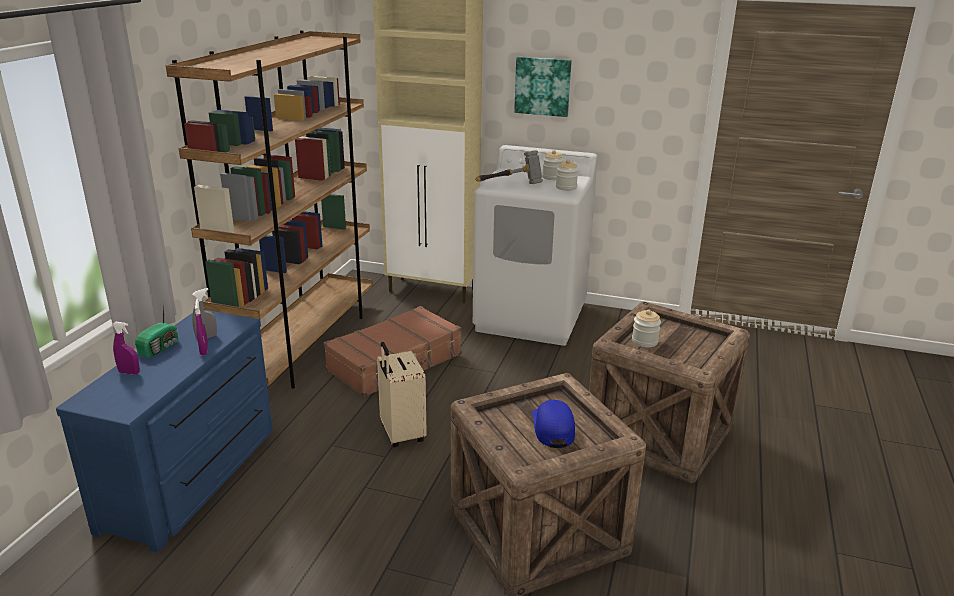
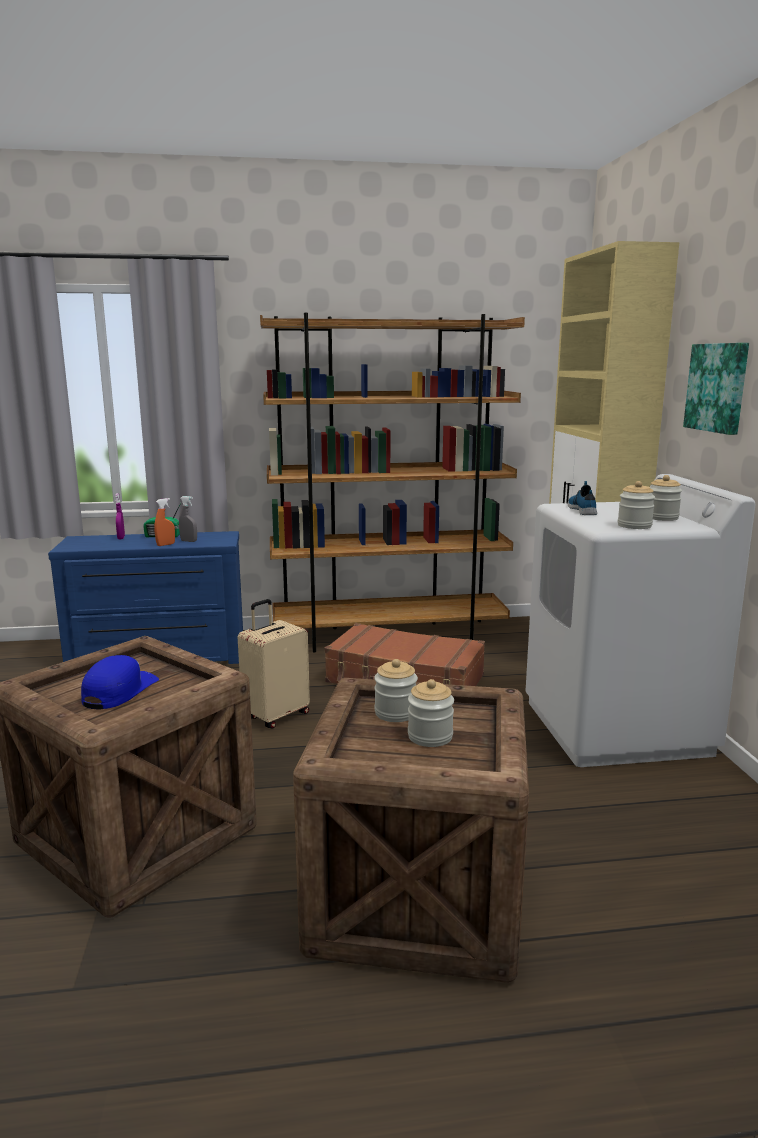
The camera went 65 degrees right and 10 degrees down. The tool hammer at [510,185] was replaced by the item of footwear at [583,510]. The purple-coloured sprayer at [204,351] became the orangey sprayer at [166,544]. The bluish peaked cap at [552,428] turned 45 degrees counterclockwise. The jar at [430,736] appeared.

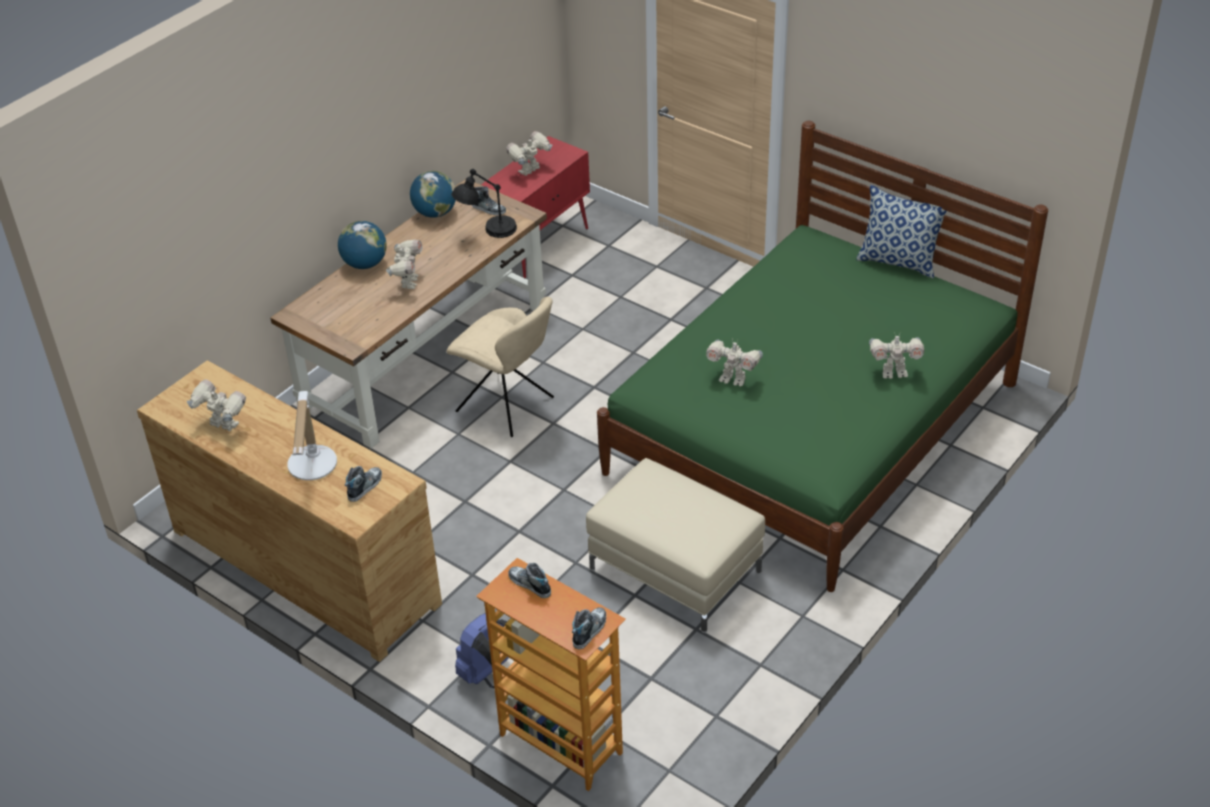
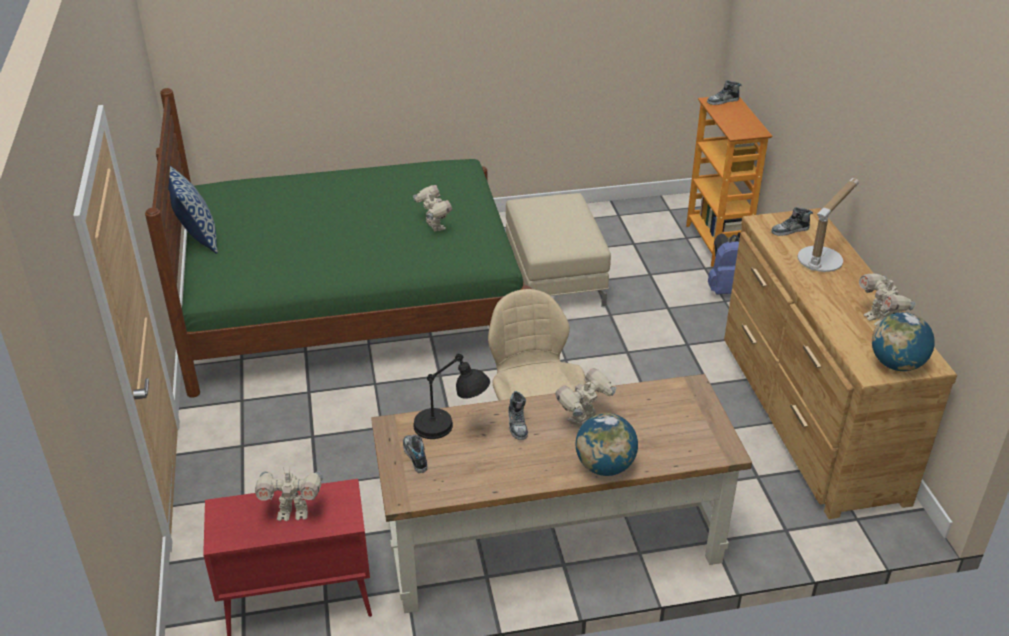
The camera went 140 degrees left and 5 degrees down. The world globe moved from [435,213] to [896,364]. The toy robot at [893,372] disappeared. The item of footwear moved from [529,584] to [517,424].

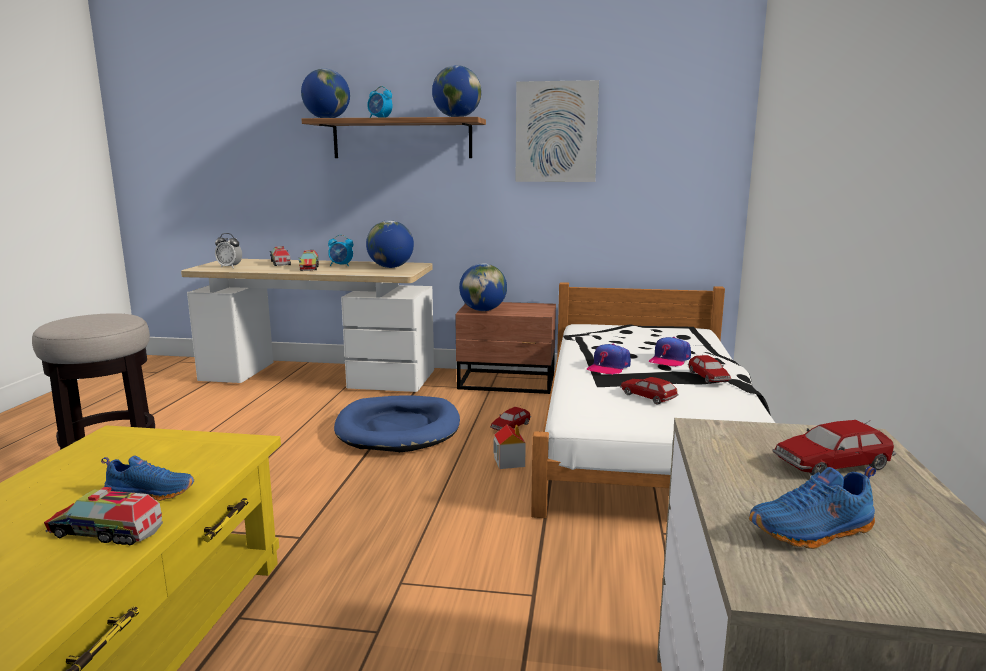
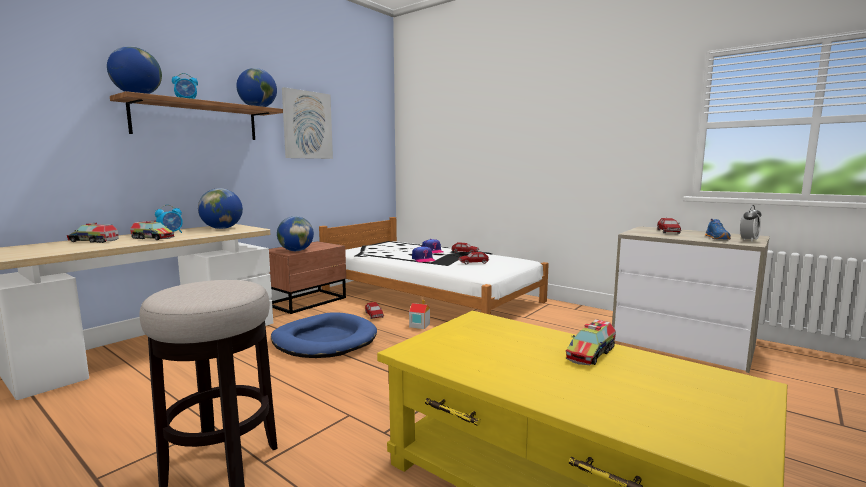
The camera went 60 degrees left and 5 degrees down. The bedside clock moved from [230,267] to [748,240]. The bluish item of footwear at [151,493] disappeared.

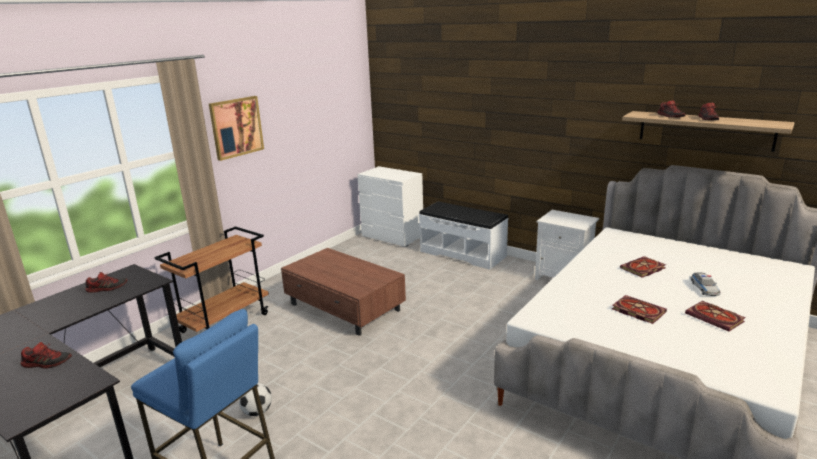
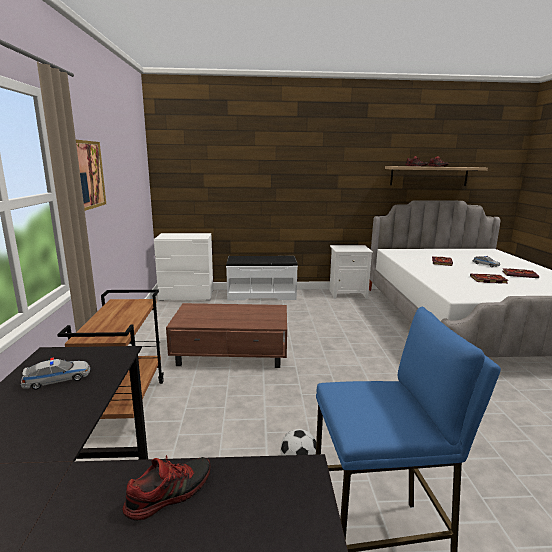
The camera went 40 degrees left and 5 degrees down. The item of footwear at [107,288] was replaced by the model car at [57,379].

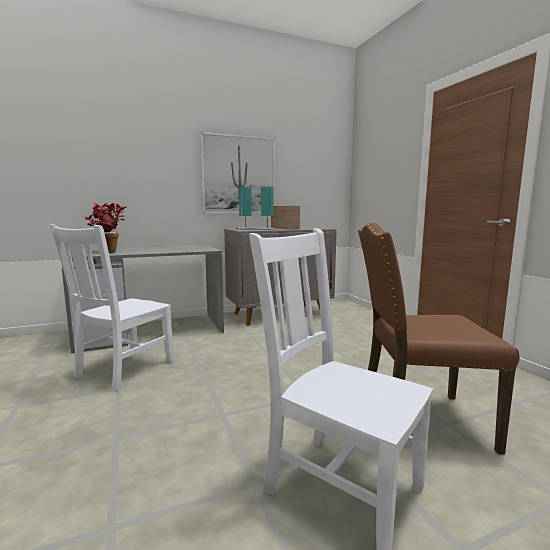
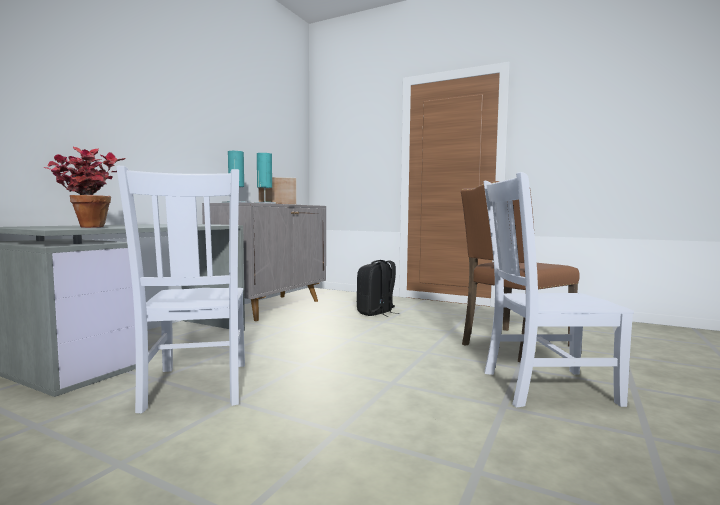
The camera went 40 degrees left and 5 degrees down. The wall art at [239,175] disappeared. The blackish backpack at [376,313] appeared.

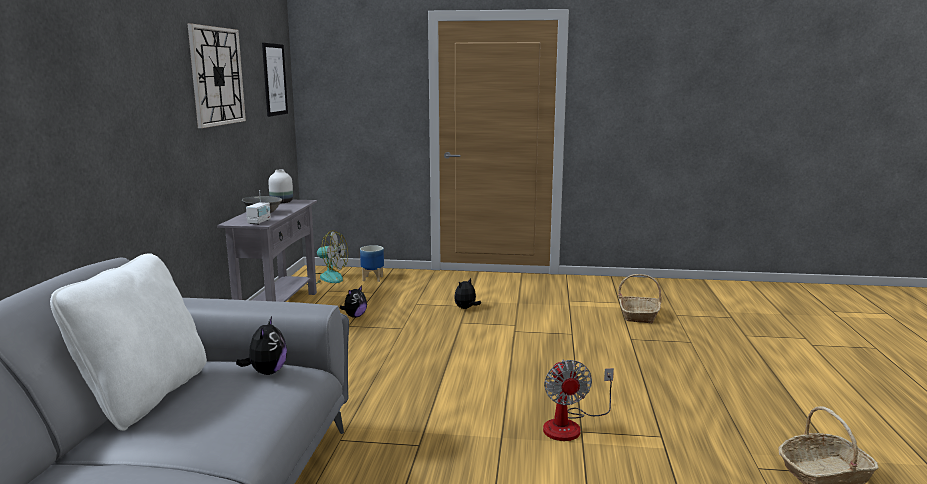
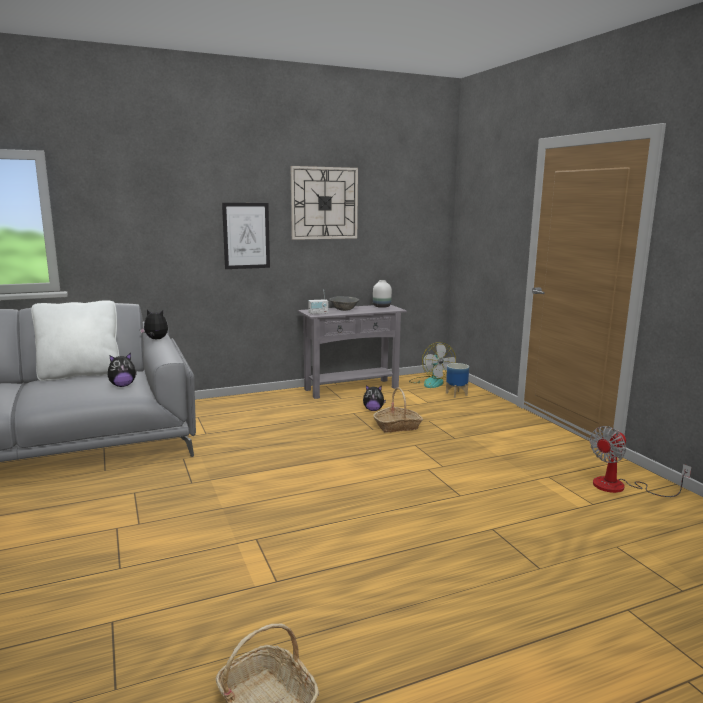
The camera went 60 degrees right and 0 degrees up. The wall art moved from [274,79] to [246,236]. The basket moved from [639,315] to [397,426]. The soft toy moved from [466,308] to [155,339]. The electric fan moved from [570,425] to [620,487].

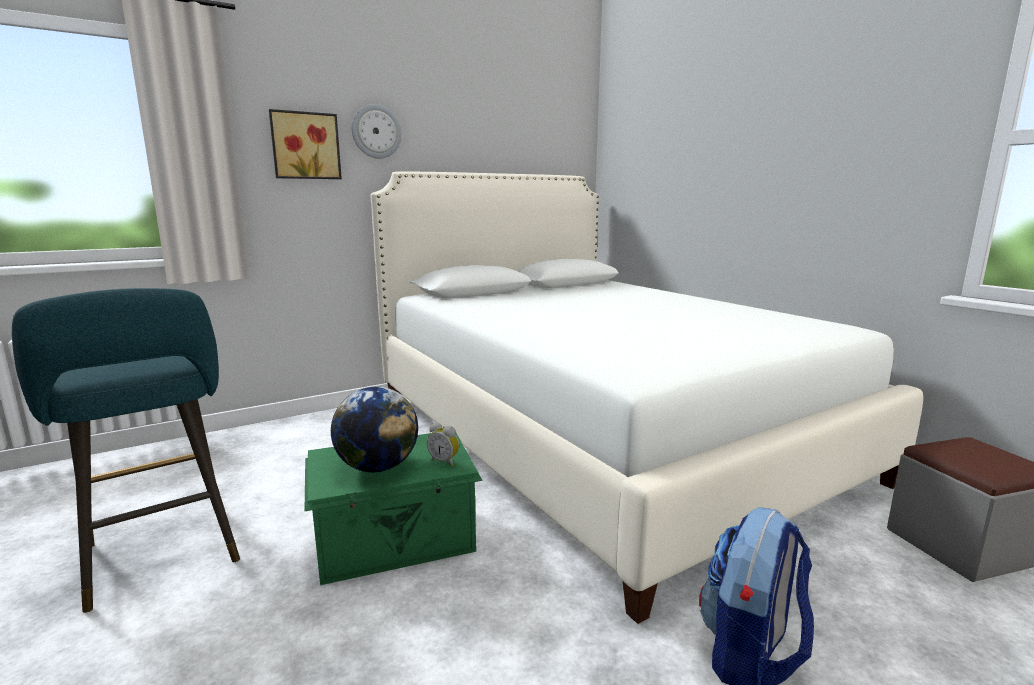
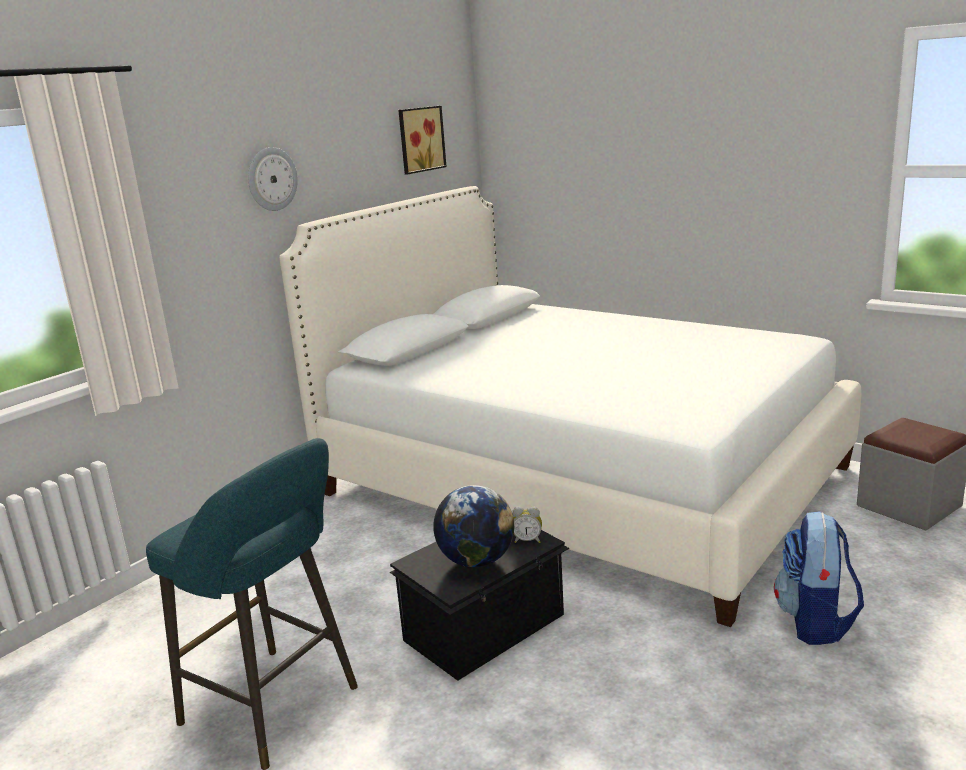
The camera went 20 degrees left and 5 degrees up. The wall art moved from [305,146] to [419,139]. The green storage bin at [396,542] became the blackish storage bin at [486,628].

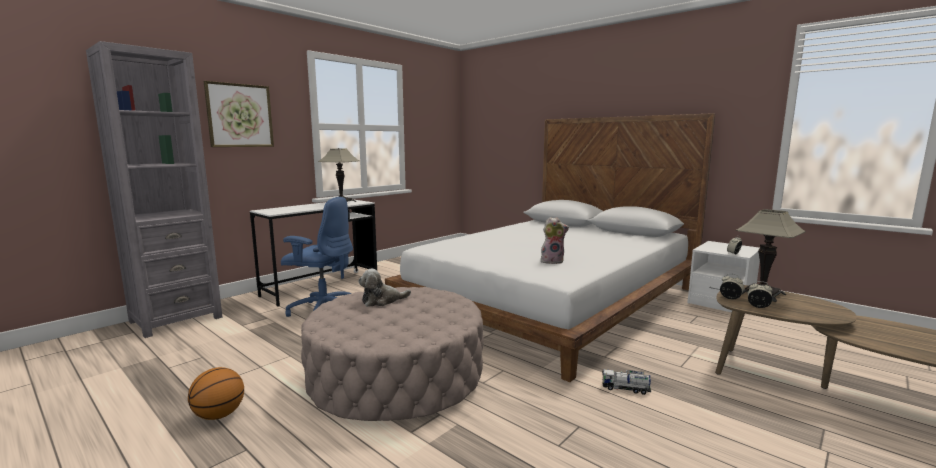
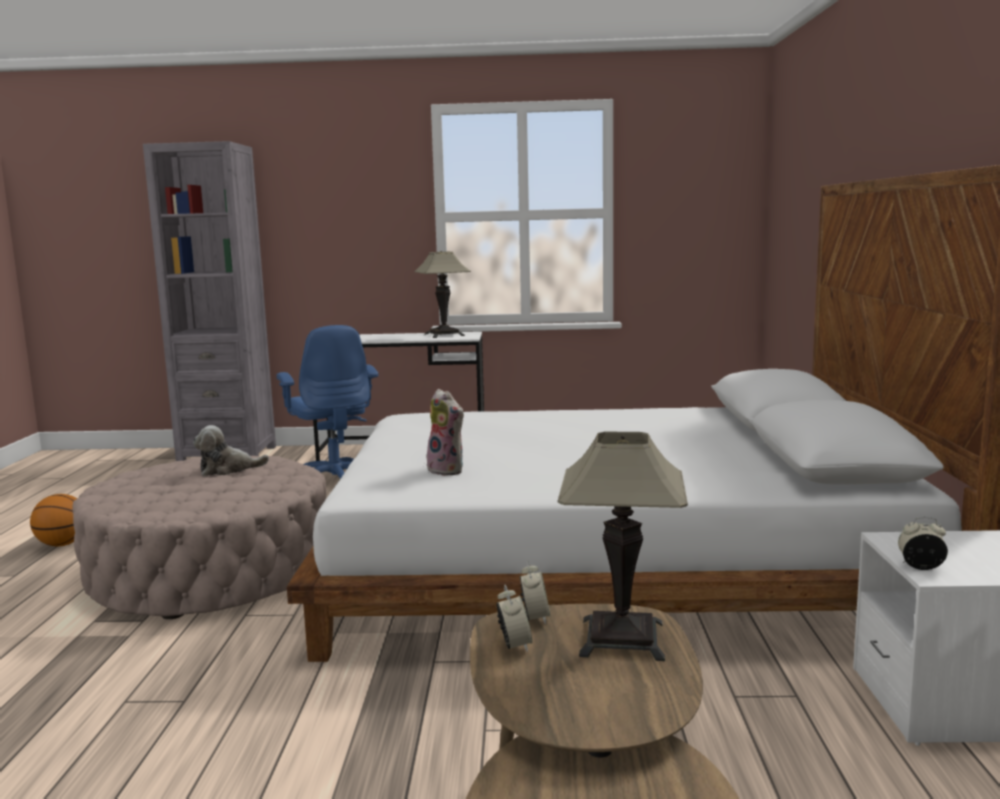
The camera went 50 degrees right and 0 degrees up. The wall art at [240,115] disappeared. The soft toy at [382,301] turned 45 degrees counterclockwise. The model truck at [625,389] disappeared.

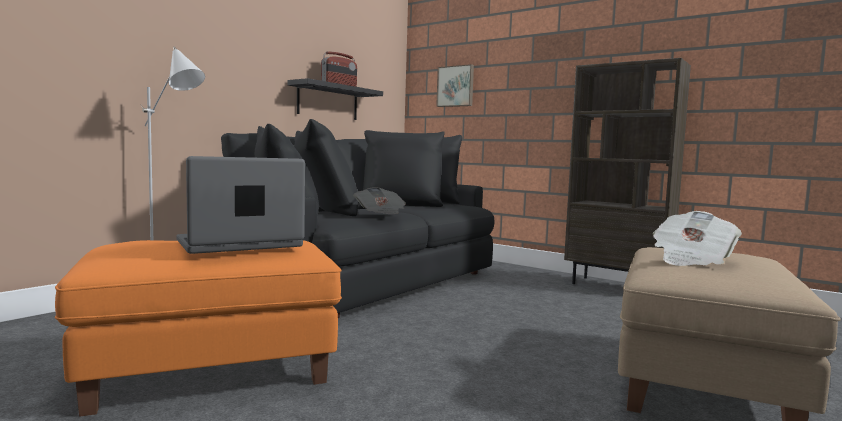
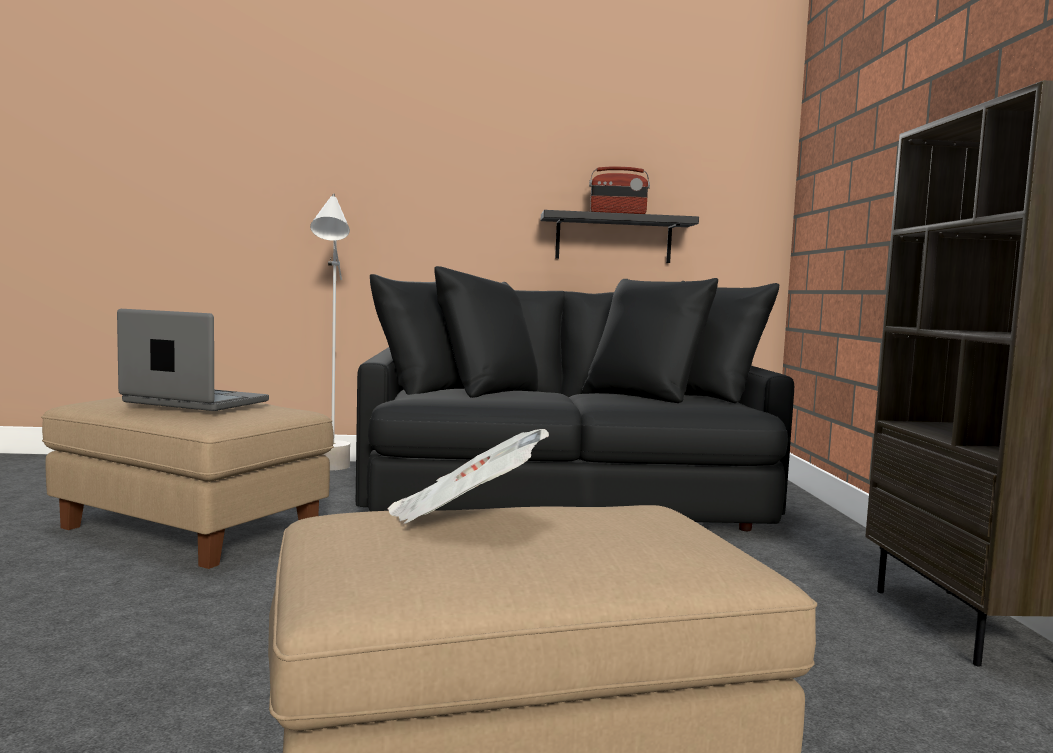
The camera went 50 degrees right and 0 degrees up. The wall art at [456,86] disappeared. The printed paper at [380,216] disappeared. The orangey footrest at [210,370] became the beige-coloured footrest at [189,529].

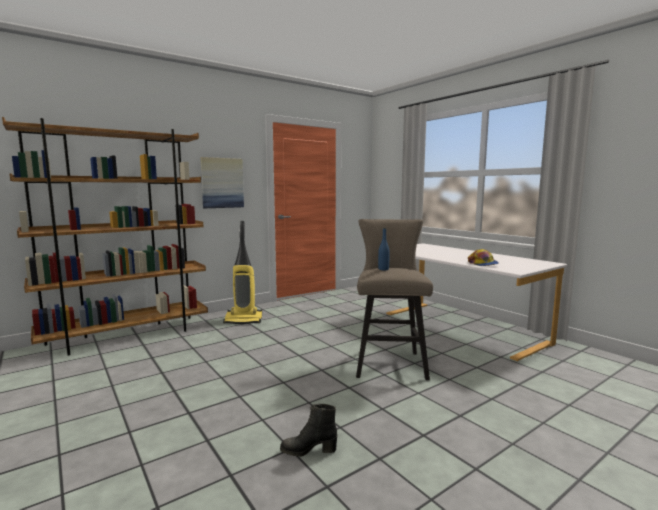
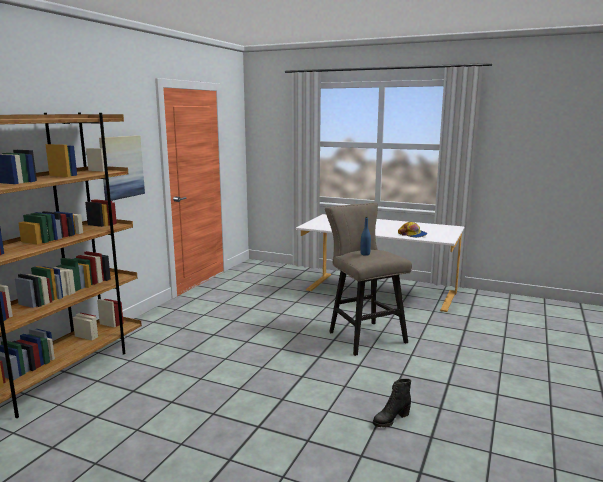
The camera went 30 degrees left and 5 degrees up. The vacuum at [244,320] disappeared.

